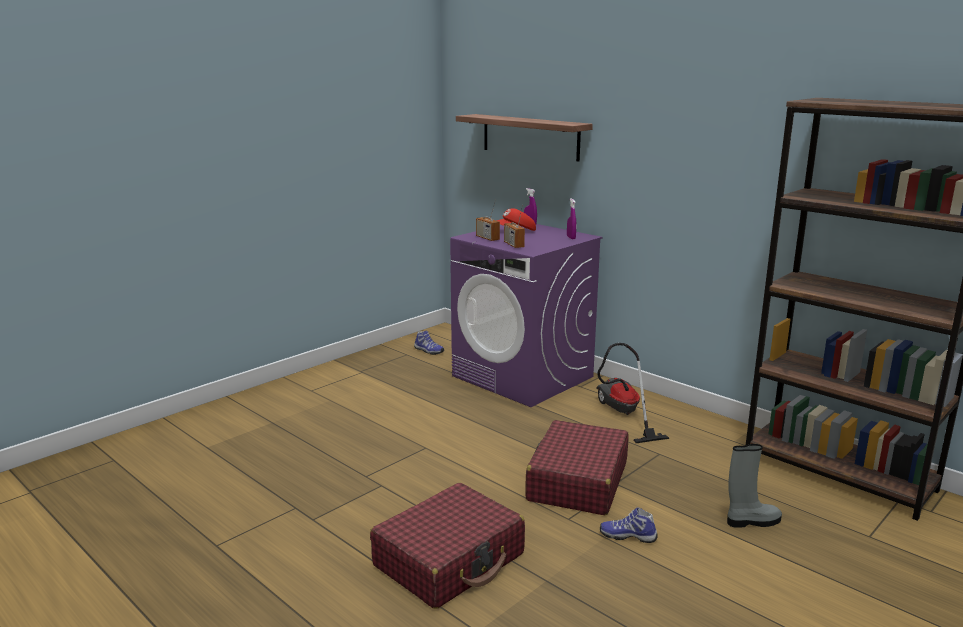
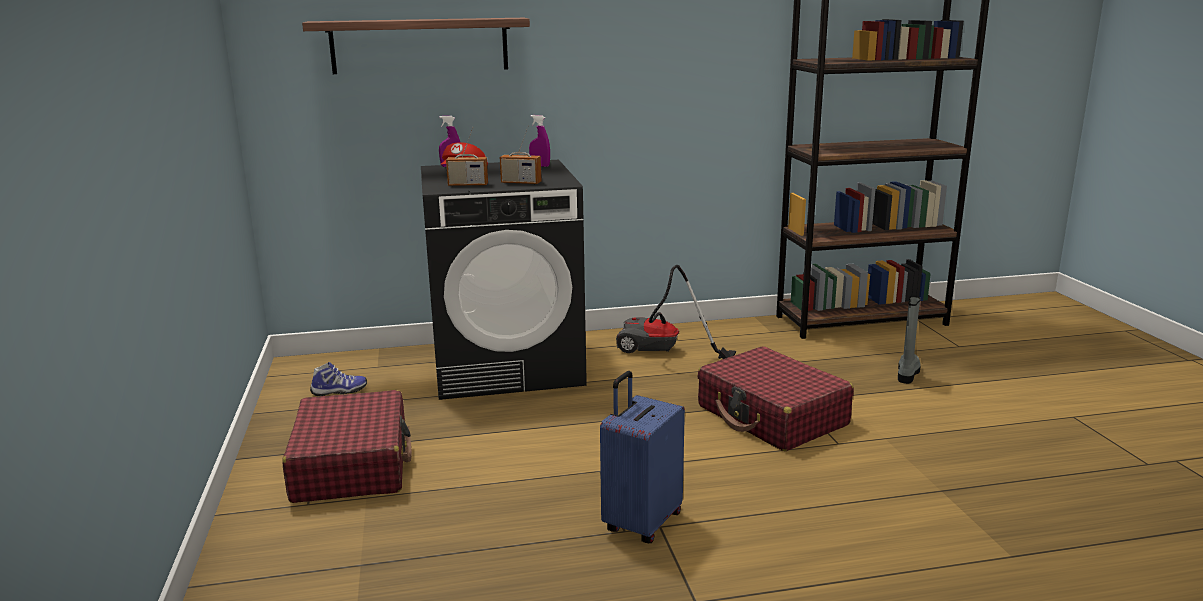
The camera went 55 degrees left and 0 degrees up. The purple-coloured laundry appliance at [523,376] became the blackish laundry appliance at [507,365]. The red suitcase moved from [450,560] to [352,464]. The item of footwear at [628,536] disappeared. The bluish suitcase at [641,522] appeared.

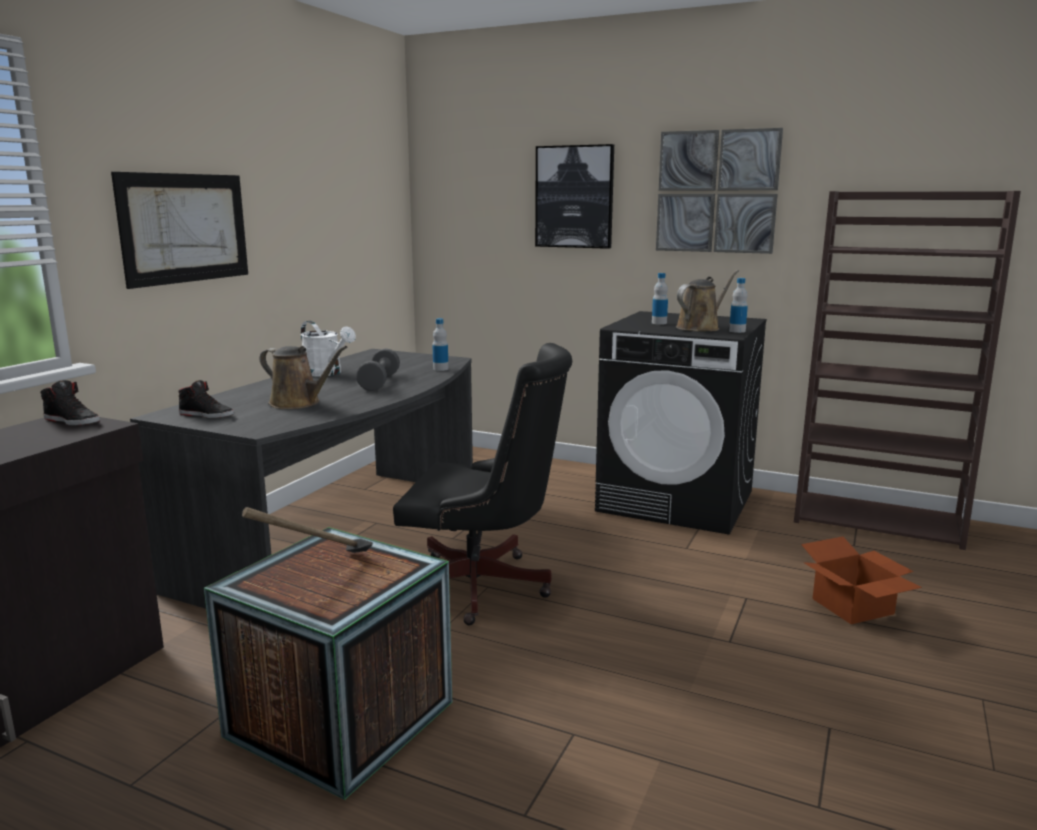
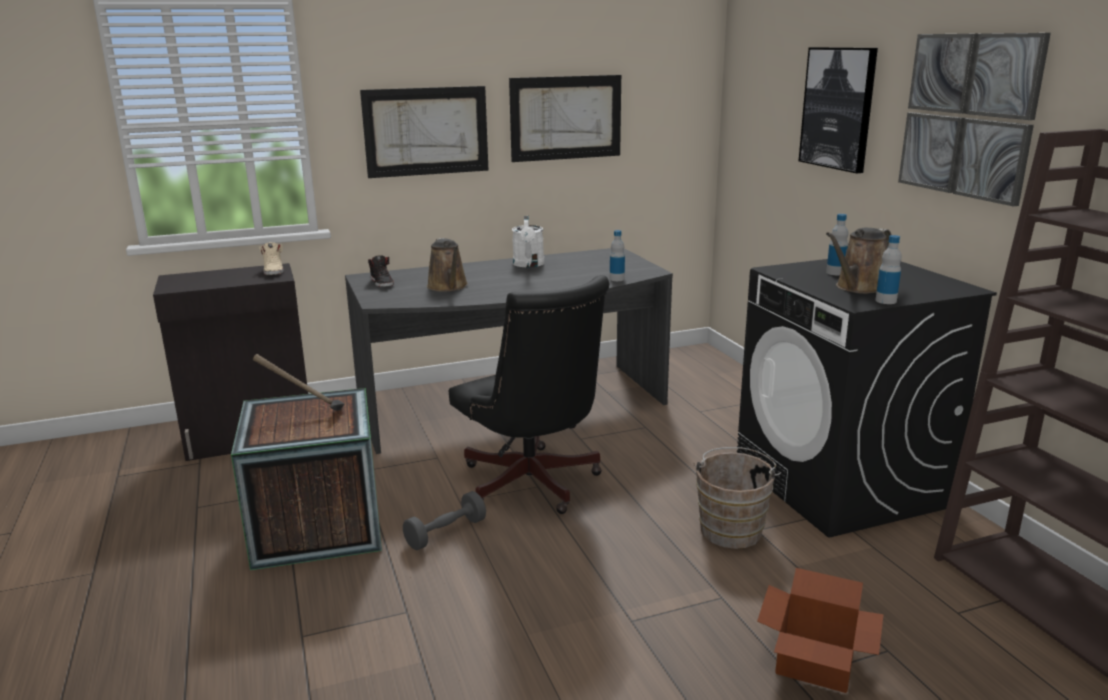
The camera went 45 degrees right and 5 degrees up. The brown-coloured sprinkling can at [700,328] turned 135 degrees clockwise. The gray free weight moved from [379,382] to [446,533]. The blackish item of footwear at [73,421] became the beige-coloured item of footwear at [274,271]. The wall art at [566,118] appeared. The brown-coloured bucket at [732,528] appeared.

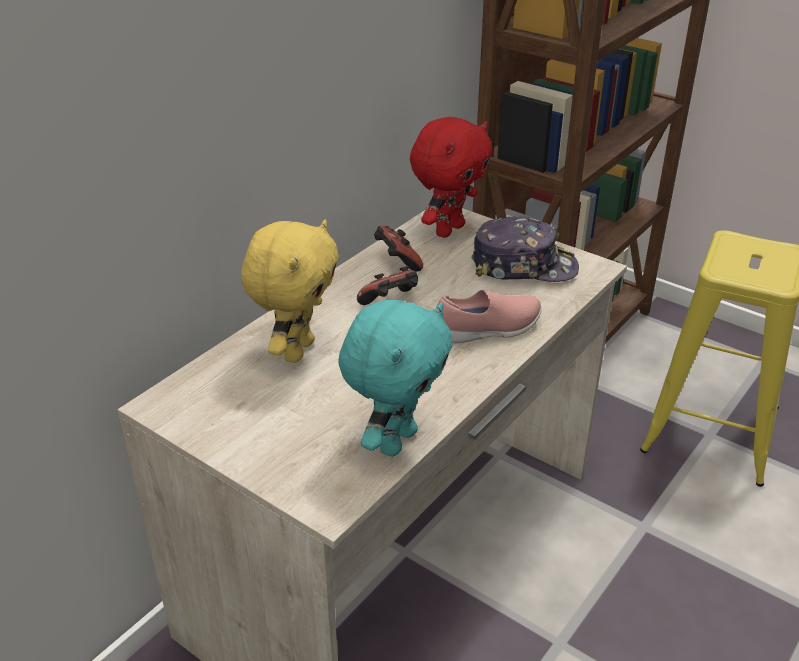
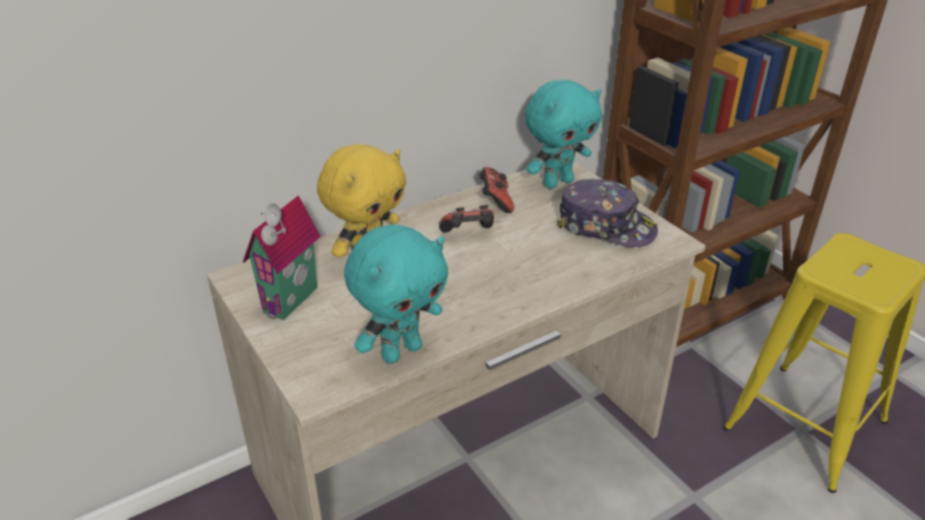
The camera went 20 degrees right and 0 degrees up. The red soft toy at [448,229] became the turquoise-coloured soft toy at [557,182]. The pink item of footwear at [488,331] disappeared. The toy house at [293,301] appeared.

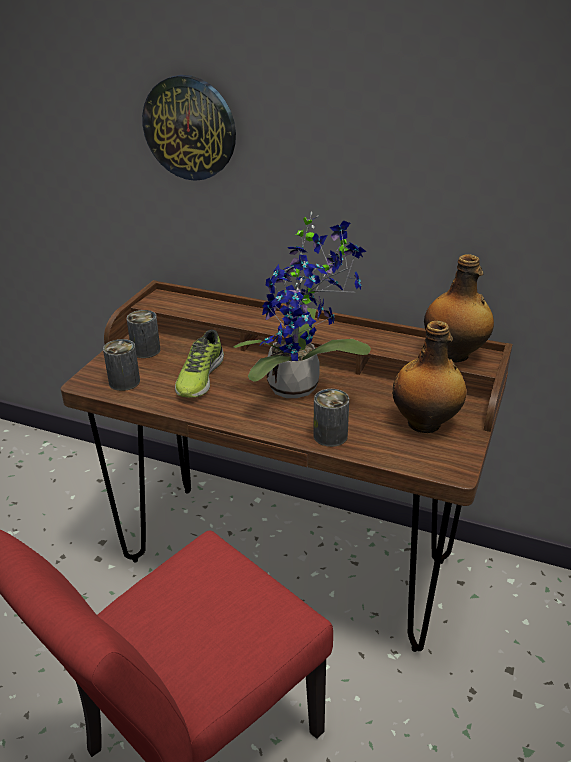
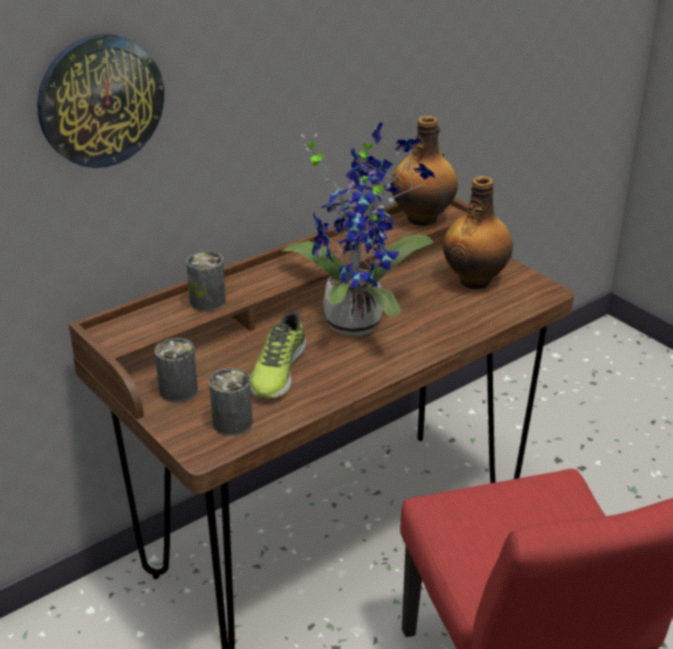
The camera went 60 degrees left and 0 degrees up. The item of footwear at [199,377] turned 60 degrees clockwise. The metal can moved from [330,436] to [207,301].

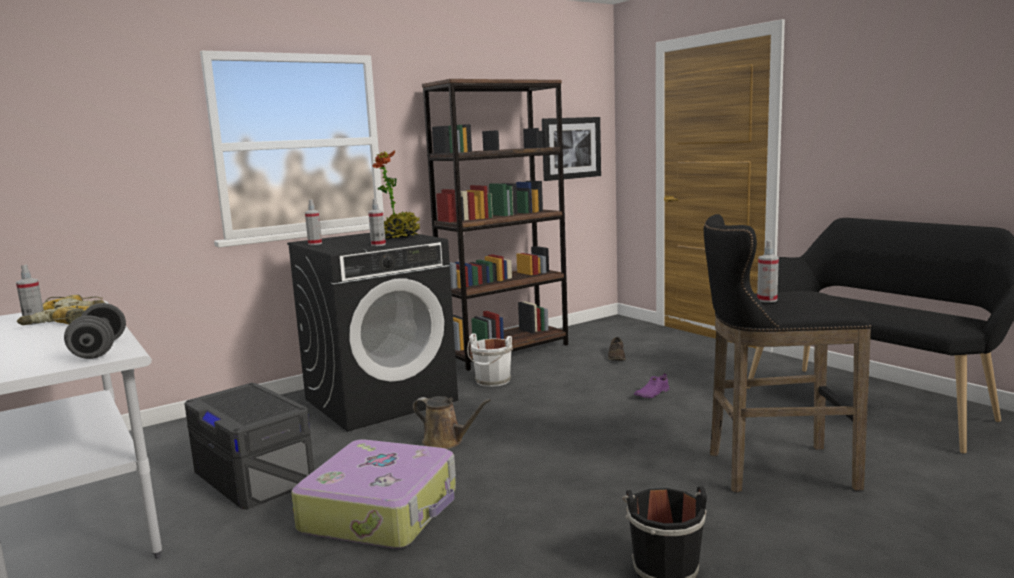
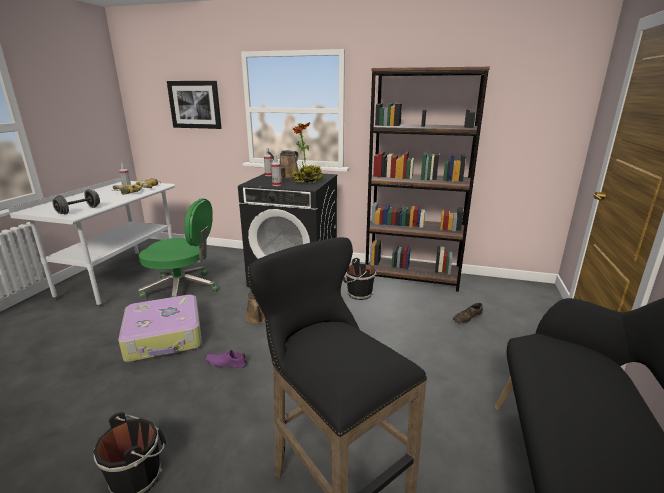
The camera went 50 degrees right and 10 degrees up. The wall art moved from [571,148] to [195,104]. The sprayer at [767,300] disappeared. The white bucket at [492,381] became the blackish bucket at [358,294]. The purple-coloured item of footwear moved from [651,394] to [226,363]. The gray storage bin at [254,475] was replaced by the green desk chair at [183,289]. The brown-coloured sprinkling can at [287,177] appeared.

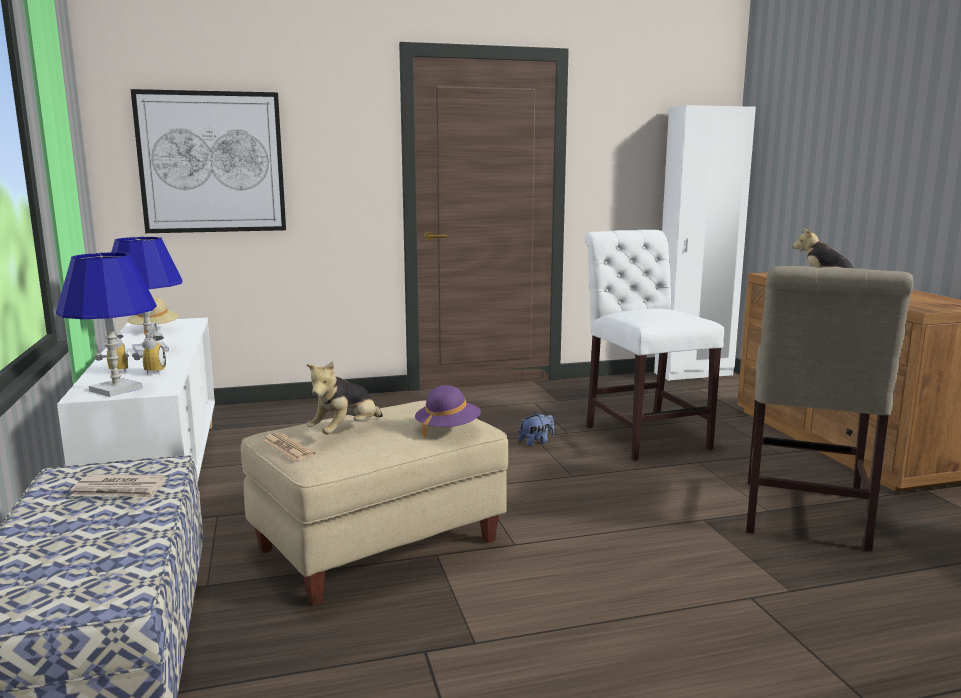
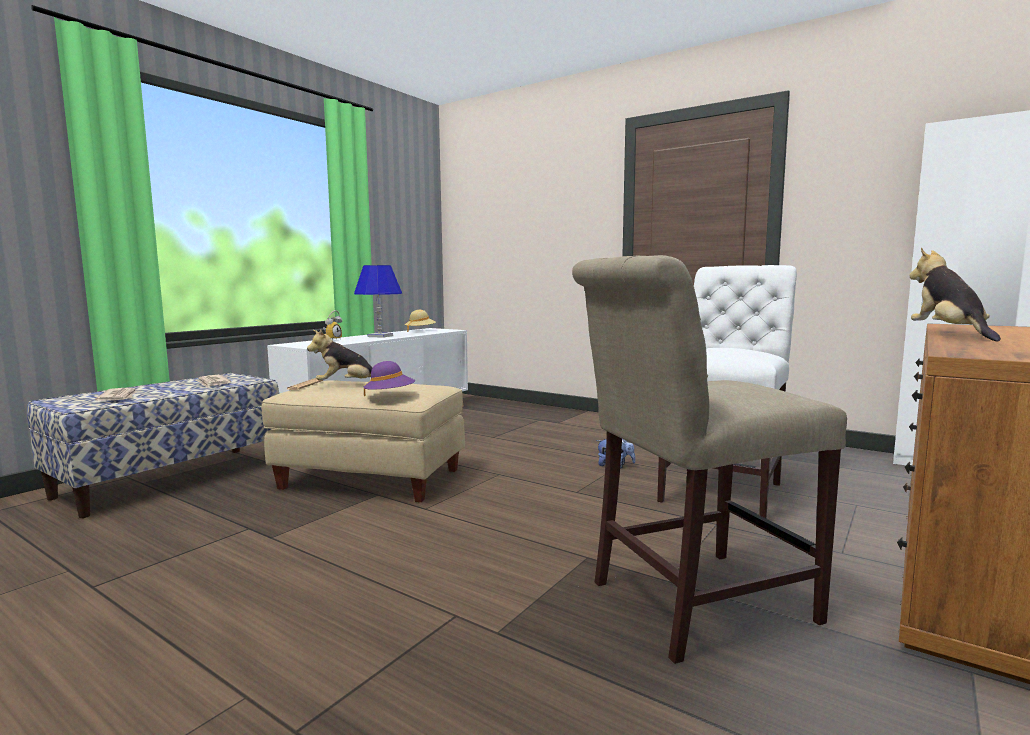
The camera went 50 degrees right and 5 degrees down. The wall art at [212,162] disappeared. The bluish table lamp at [116,389] disappeared. The bedside clock at [151,371] disappeared. The printed paper at [119,397] appeared.

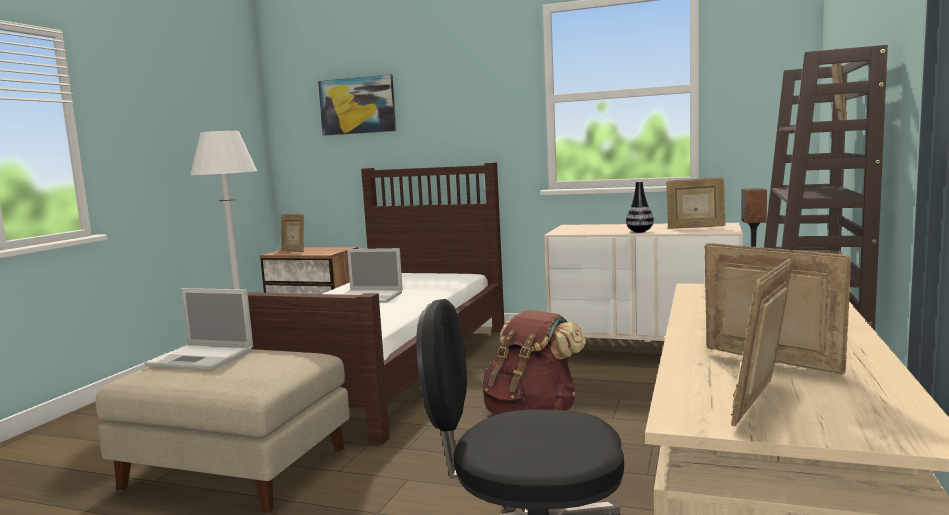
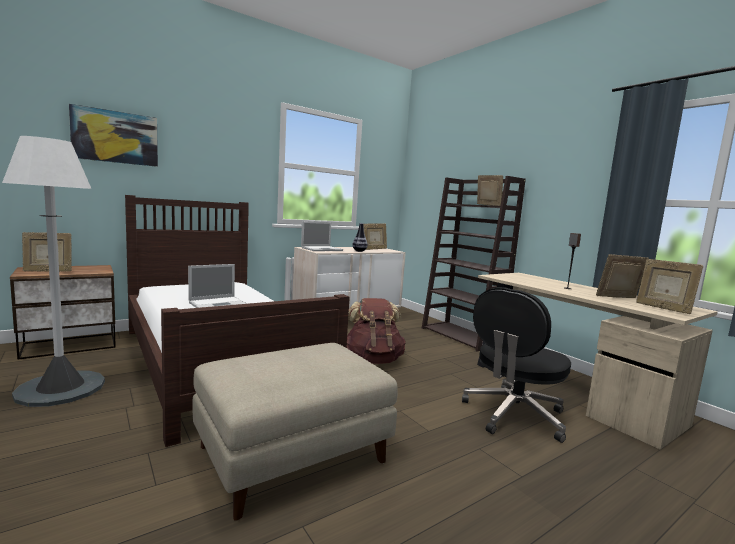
The camera went 55 degrees left and 0 degrees up. The notebook computer moved from [202,358] to [322,249].

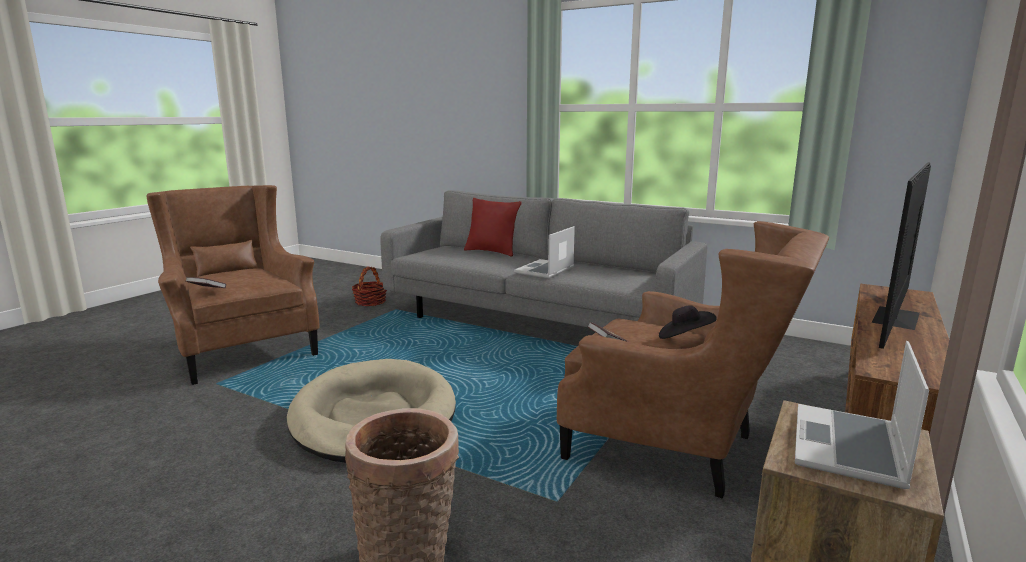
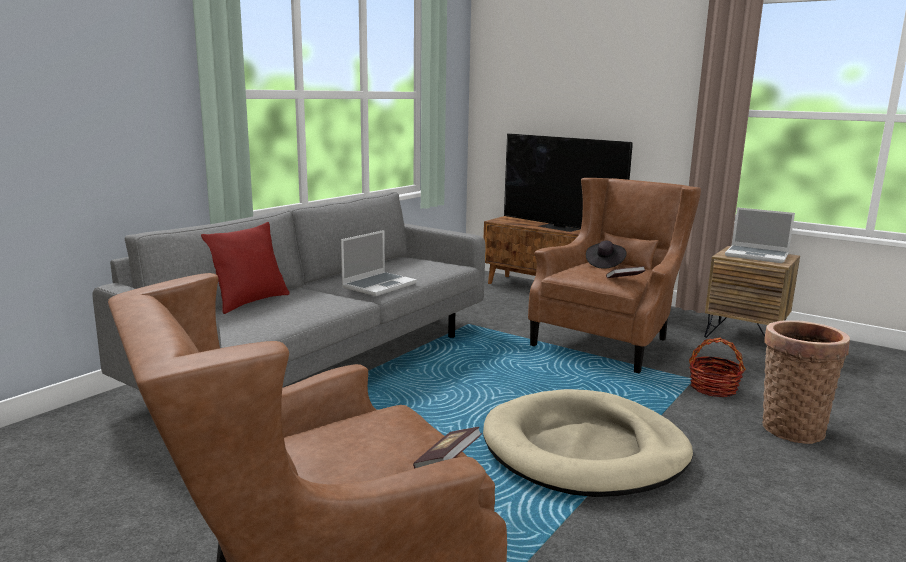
The camera went 85 degrees left and 0 degrees up. The notebook computer at [545,270] turned 90 degrees counterclockwise. The basket moved from [370,302] to [713,388].

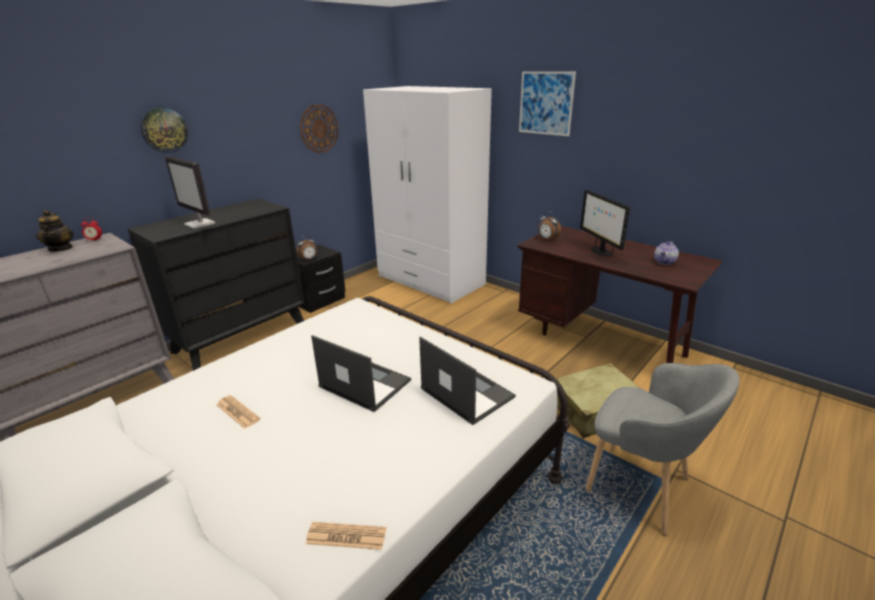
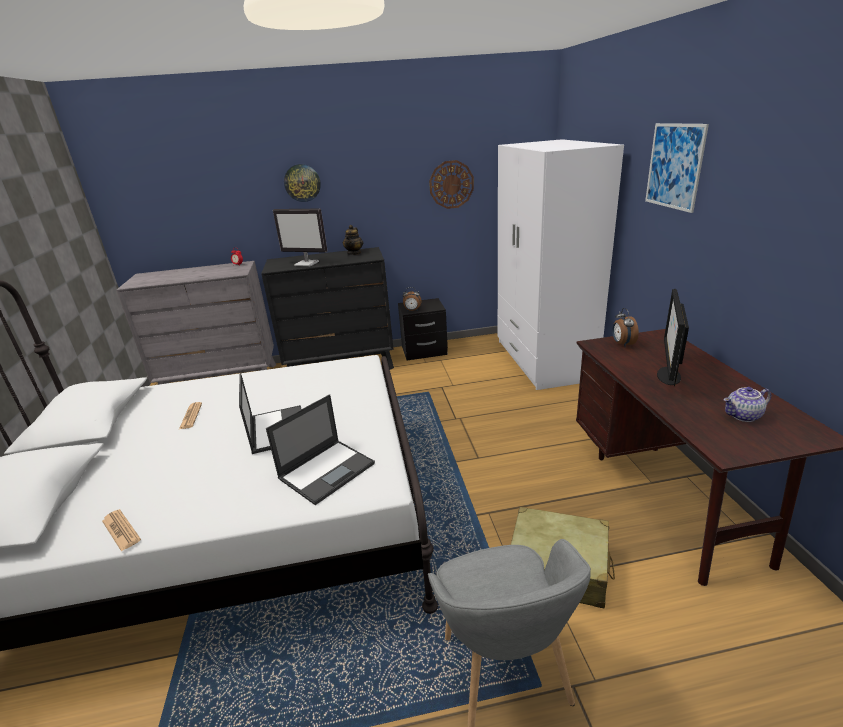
The camera went 40 degrees right and 0 degrees up. The computer display at [200,224] turned 60 degrees counterclockwise. The pot for tea moved from [61,248] to [354,253]. The notebook computer at [466,392] turned 45 degrees clockwise.

